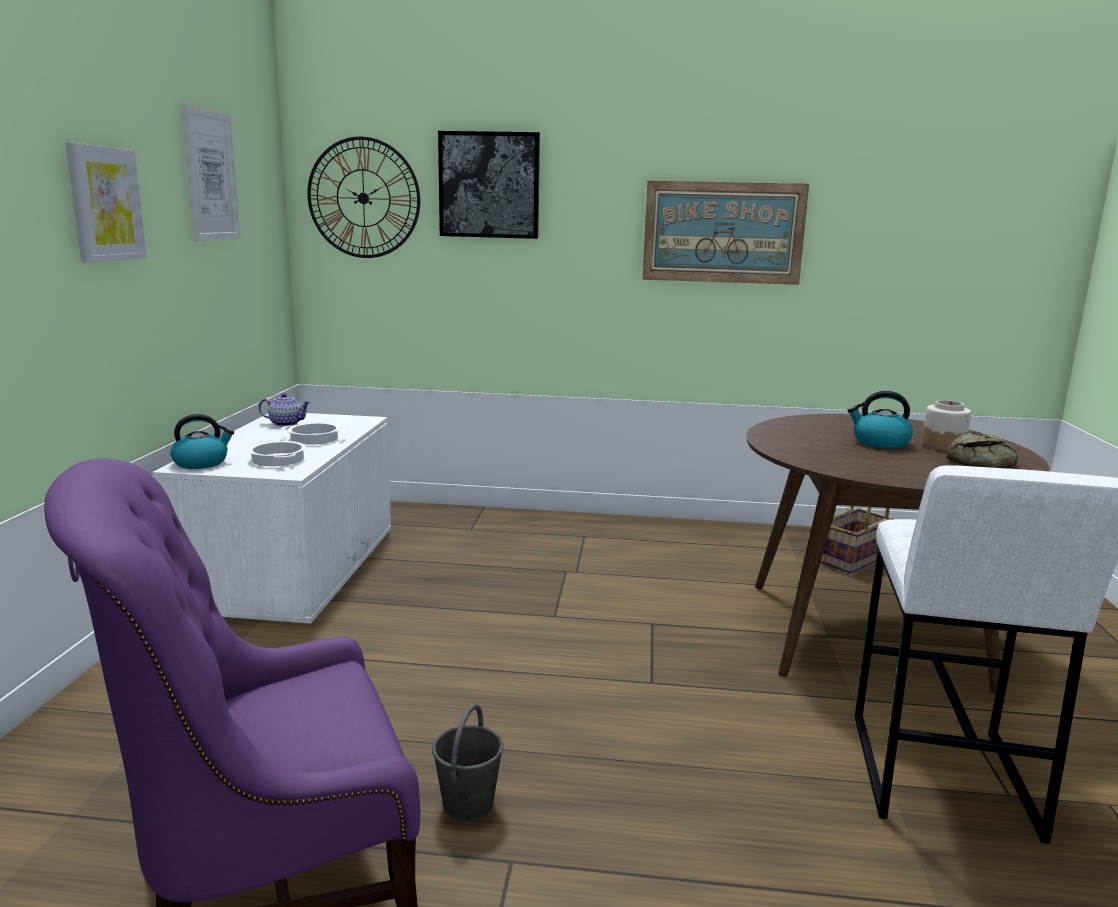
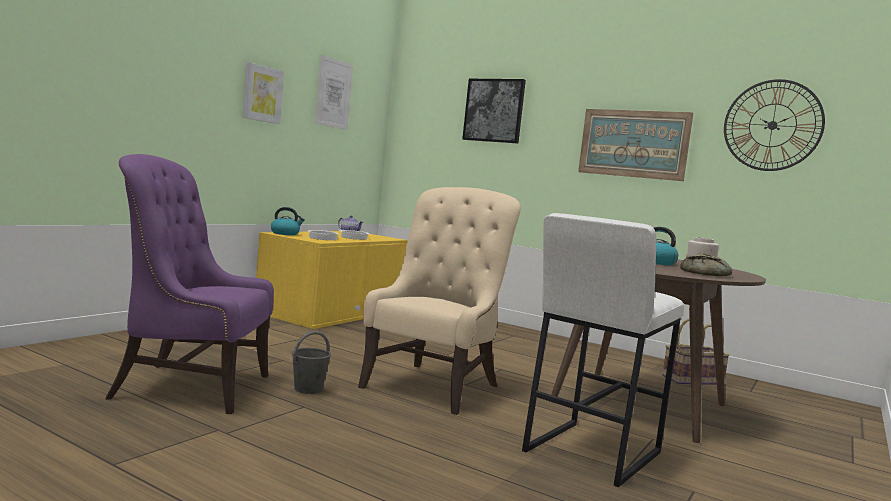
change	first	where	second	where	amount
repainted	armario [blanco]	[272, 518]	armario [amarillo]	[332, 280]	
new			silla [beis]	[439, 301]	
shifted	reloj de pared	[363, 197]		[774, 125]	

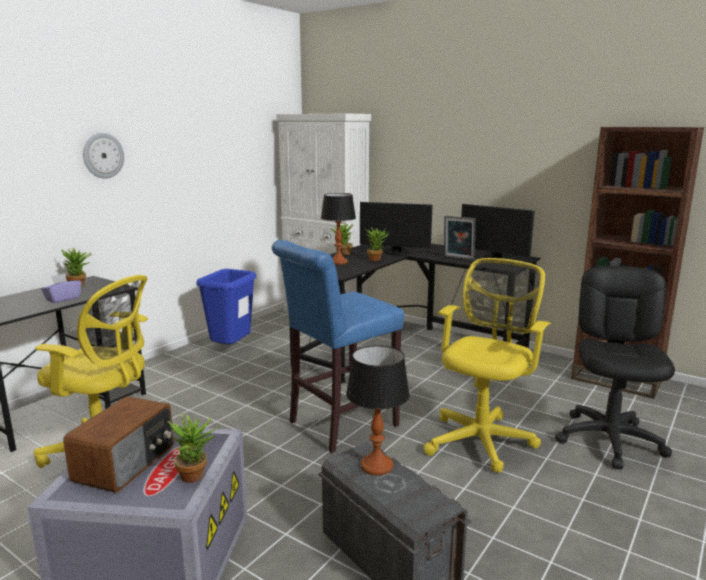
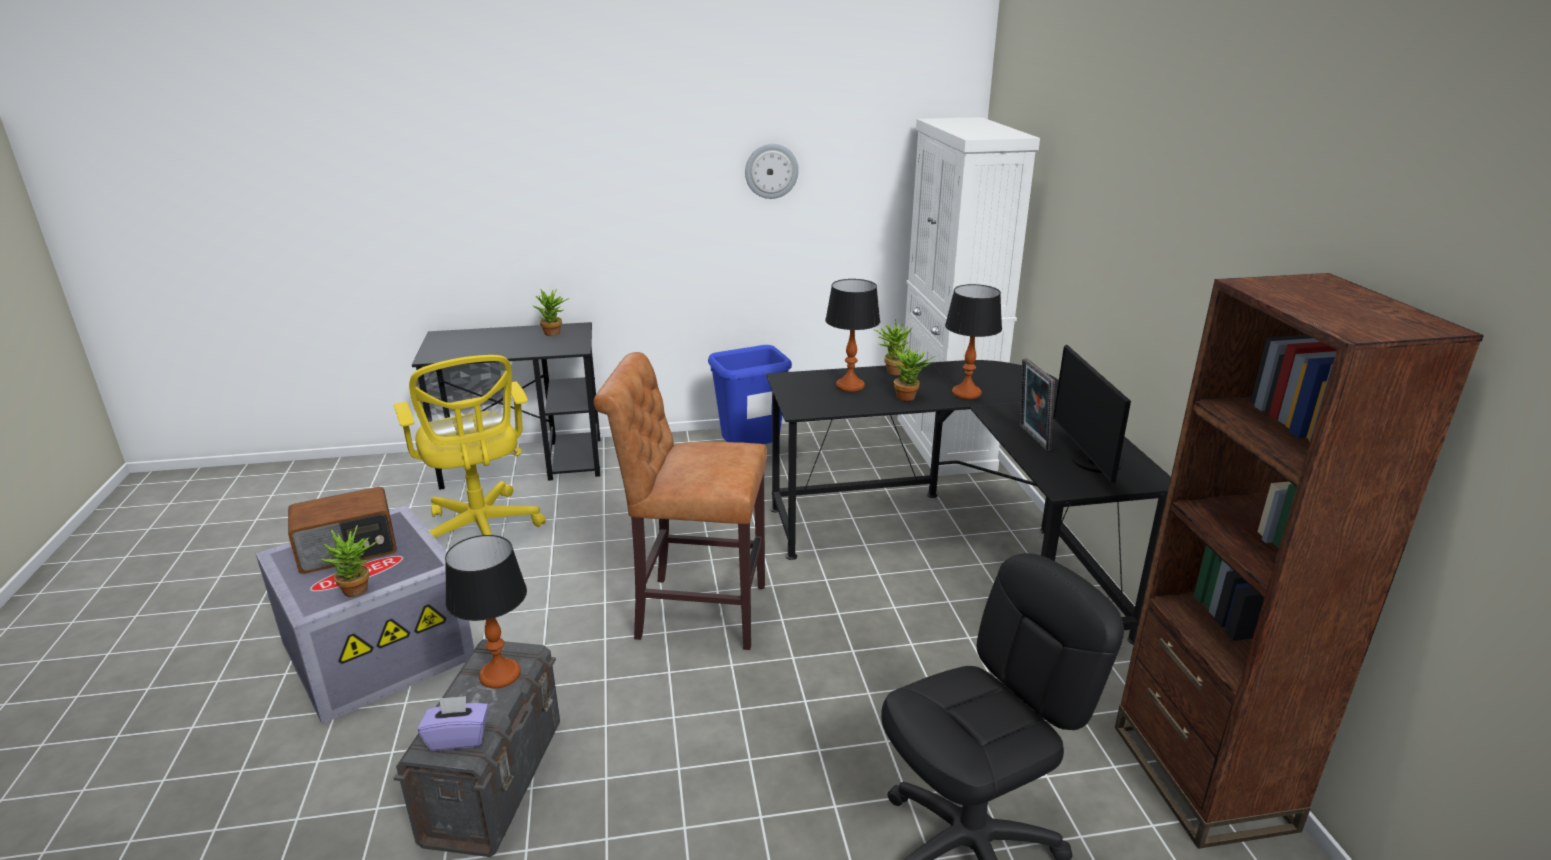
change	first	where	second	where	amount
shifted	caja de pañuelos [morado]	[61, 288]		[453, 723]	
repainted	taburete [azul]	[338, 346]	taburete [marrón]	[680, 501]	
shifted	reloj de pared	[103, 155]		[772, 171]	
swapped	monitor	[396, 228]	lámpara de mesa	[973, 341]	
gone	silla de oficina [amarillo]	[487, 365]			

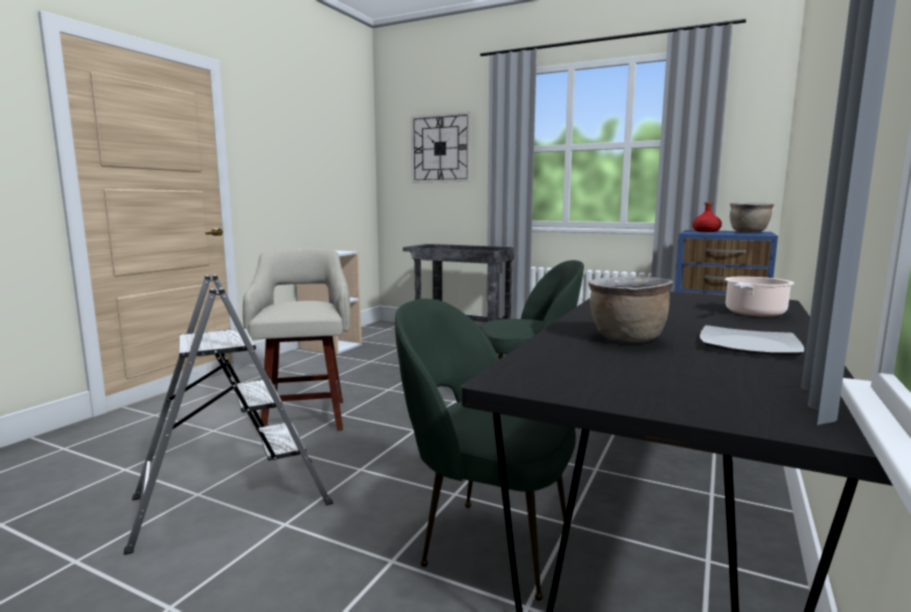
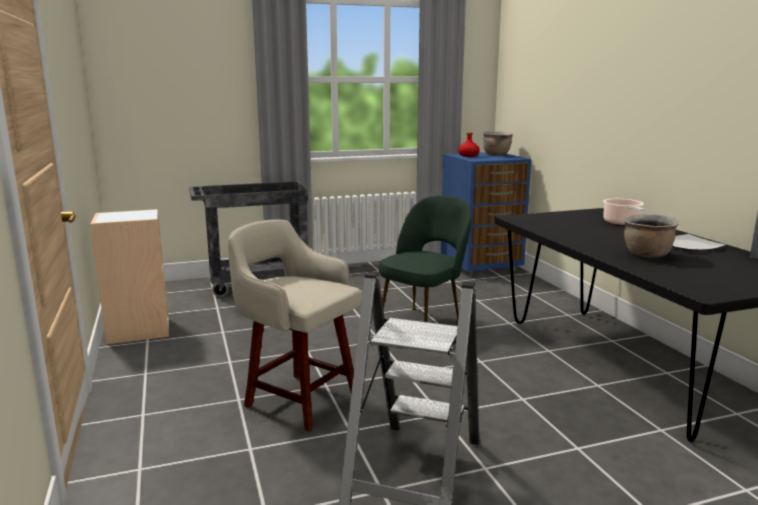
change	first	where	second	where	amount
gone	silla [verde]	[485, 450]			
gone	reloj de pared	[441, 147]			

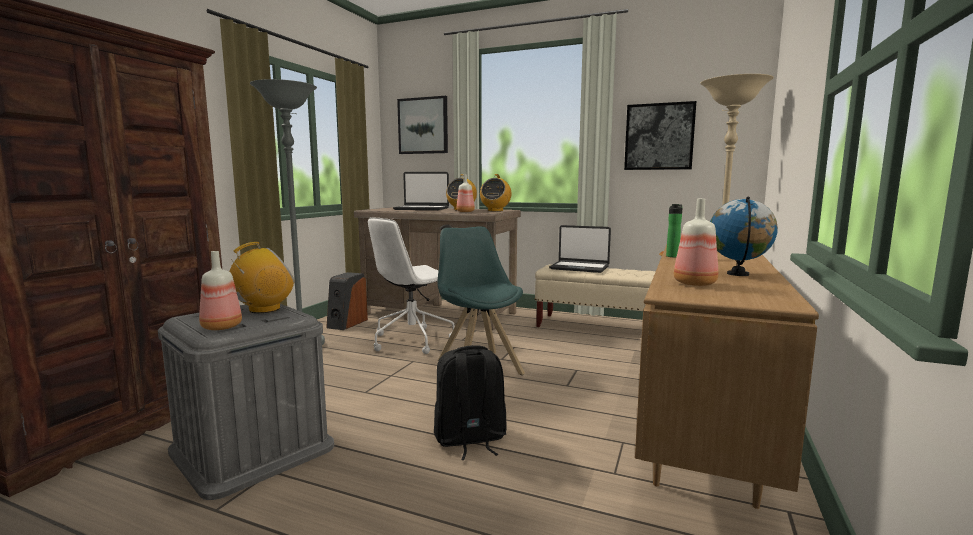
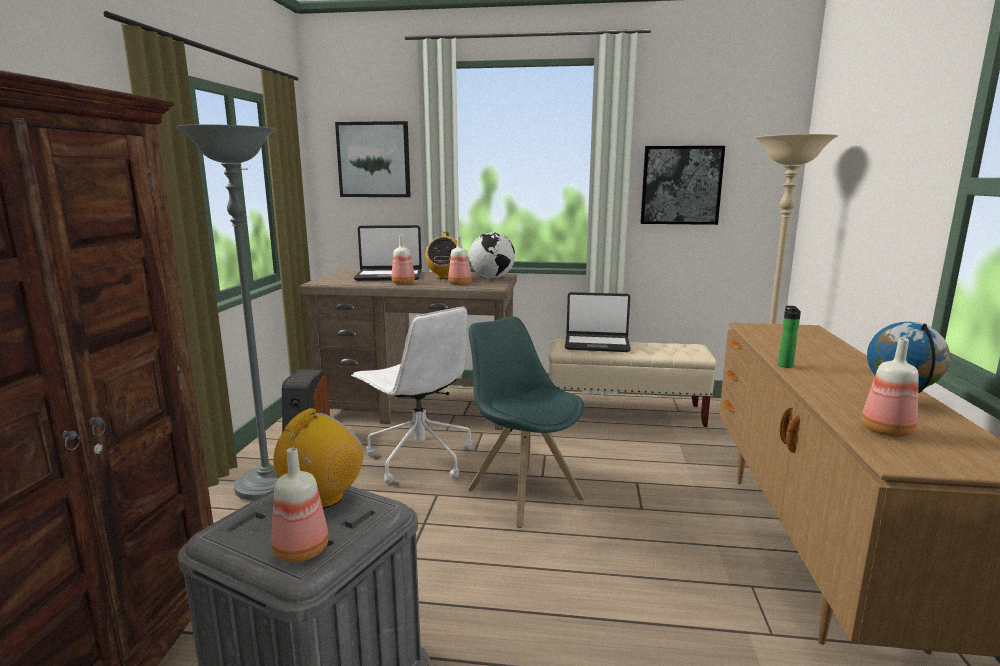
change	first	where	second	where	amount
rotated	silla de oficina [blanco]	[411, 285]		[411, 395]	75 degrees counterclockwise
new			botella	[403, 260]	
swapped	radio	[496, 193]	globo terráqueo	[492, 255]	
gone	mochila [negro]	[470, 402]			

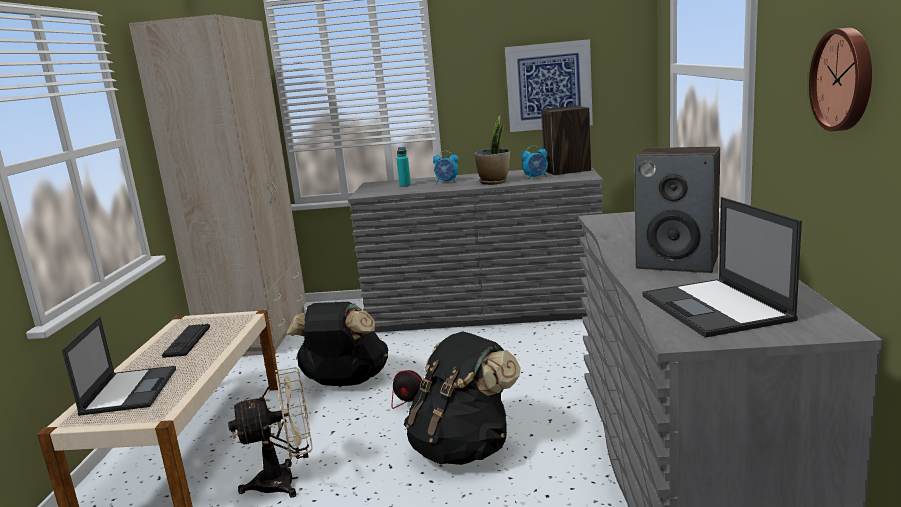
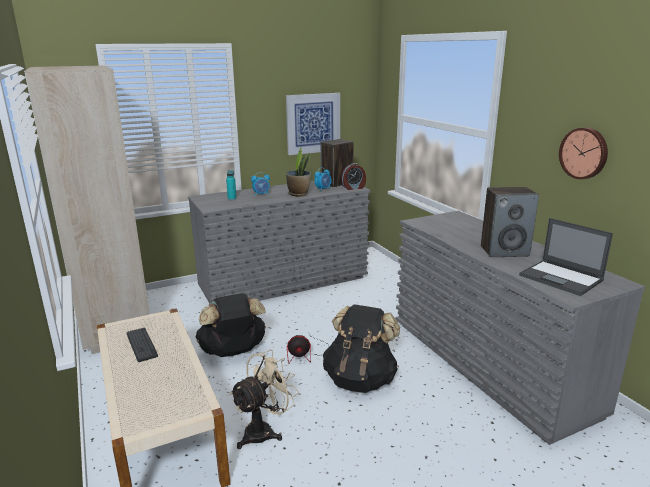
change	first	where	second	where	amount
new			despertador	[353, 176]	
gone	portátil	[119, 366]			

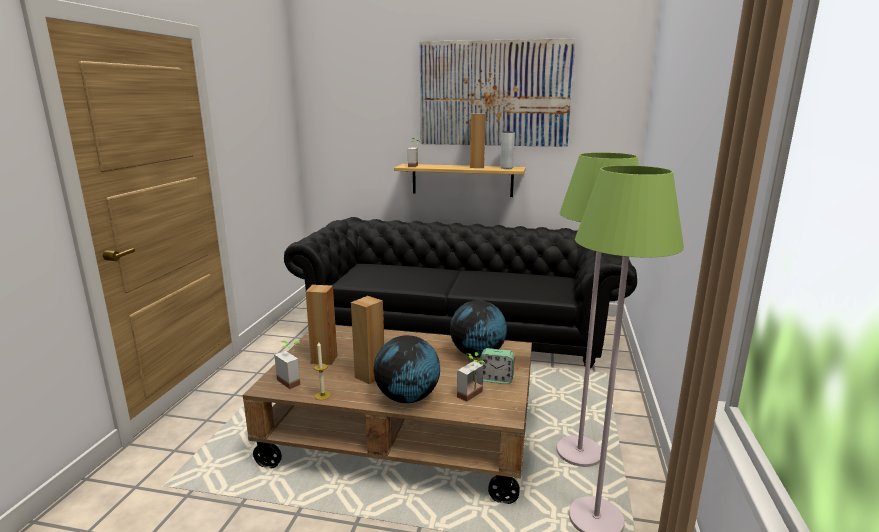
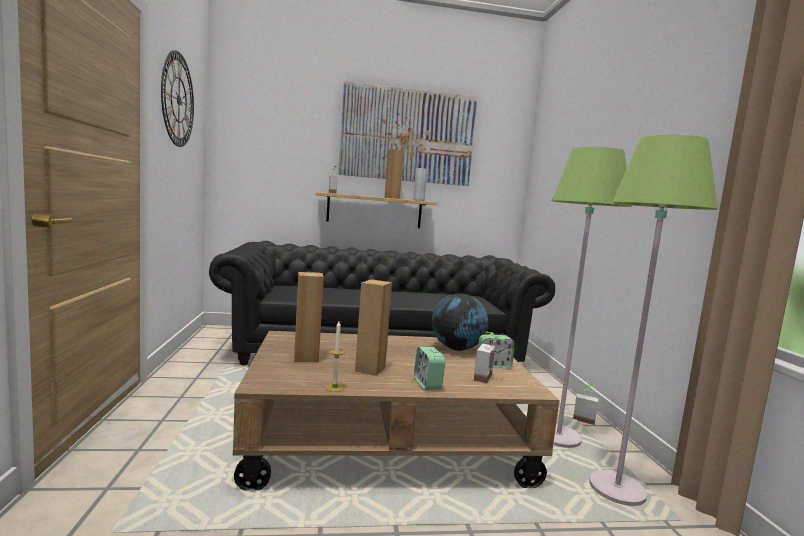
change	first	where	second	where	amount
new			reloj de pared	[177, 98]	
swapped	globo terráqueo	[407, 369]	despertador	[429, 368]	
shifted	planta en maceta	[287, 365]		[585, 405]	

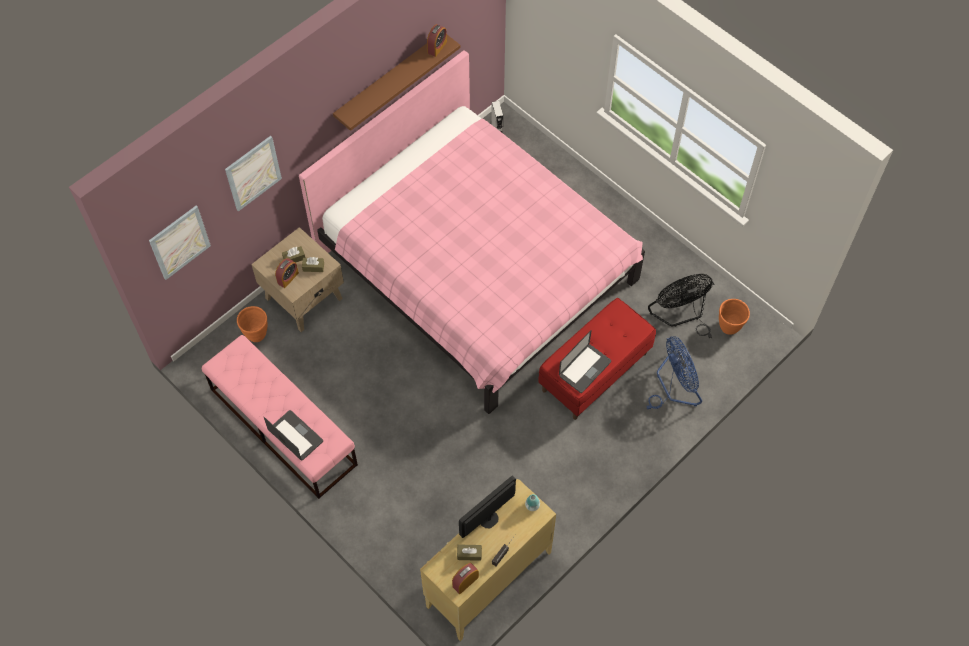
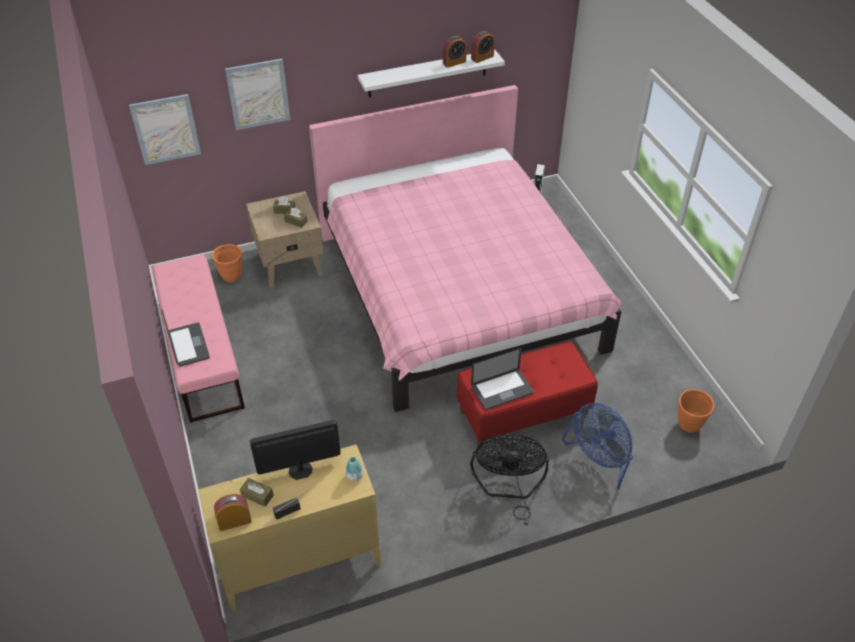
change	first	where	second	where	amount
repainted	estante [marrón]	[396, 83]	estante [blanco]	[431, 73]	
shifted	despertador	[287, 273]		[455, 52]	
shifted	ventilador [negro]	[681, 306]		[509, 479]	
rotated	ventilador [azul]	[674, 372]		[597, 446]	135 degrees clockwise

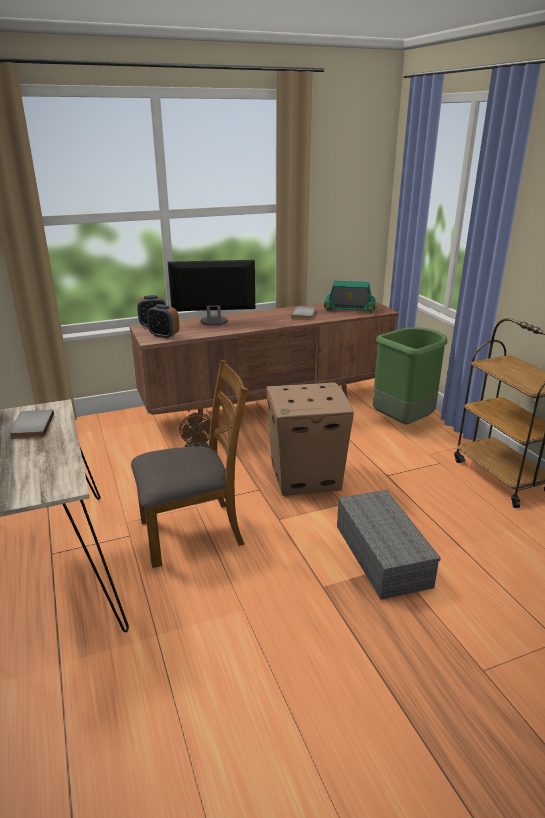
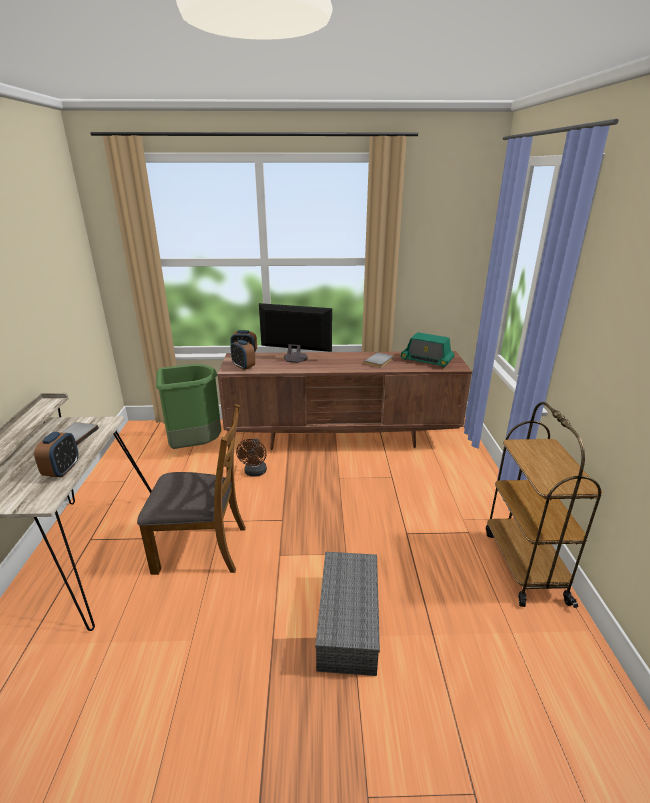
change	first	where	second	where	amount
new			despertador	[56, 454]	
shifted	papelera [verde]	[410, 376]		[188, 406]	
gone	caja de cartón	[310, 439]			

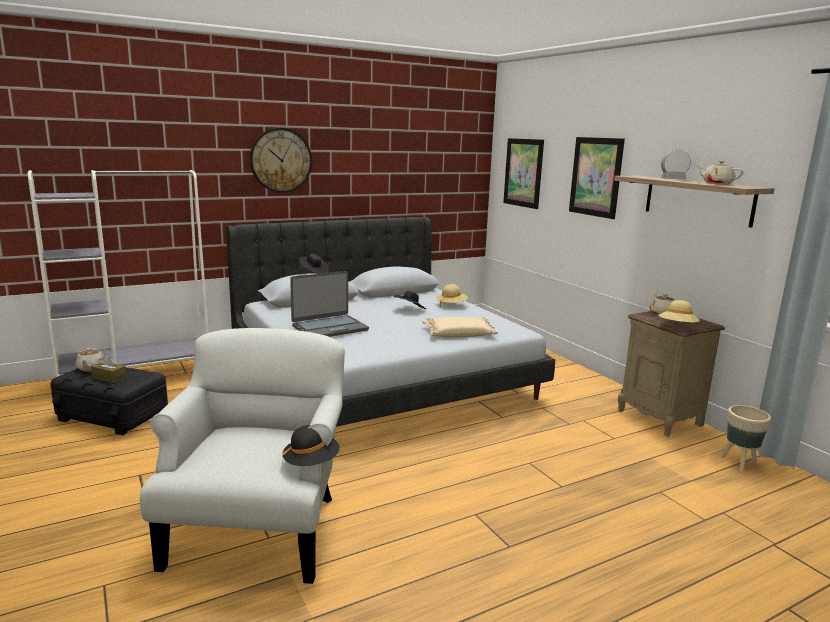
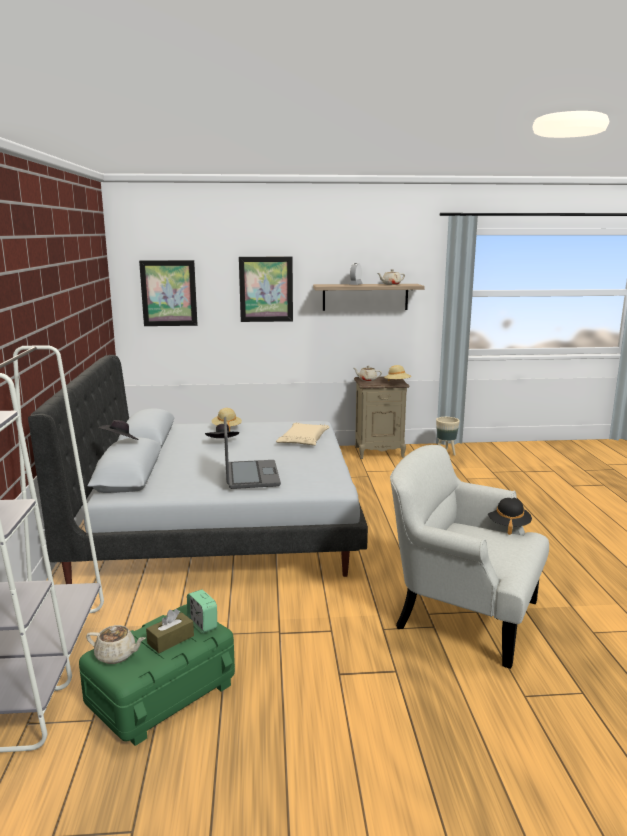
change	first	where	second	where	amount
repainted	caja de almacenaje [negro]	[109, 401]	caja de almacenaje [verde]	[157, 675]	
new			despertador	[202, 611]	
gone	reloj de pared	[281, 160]			

